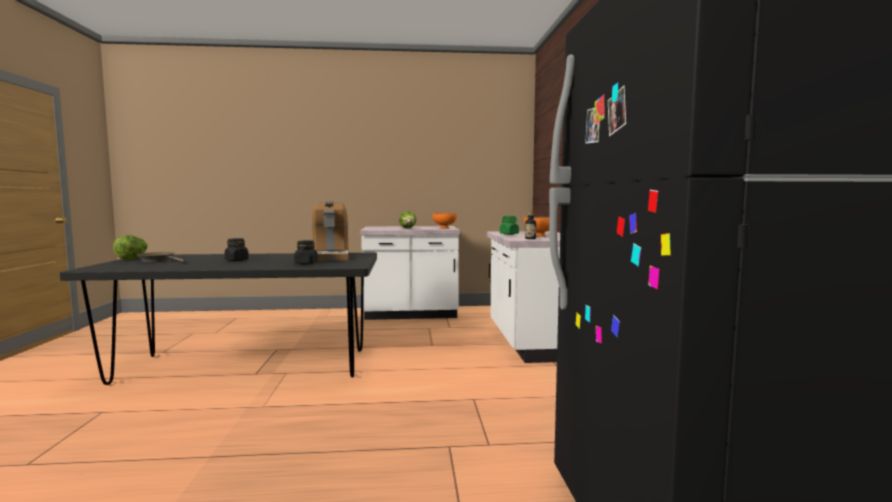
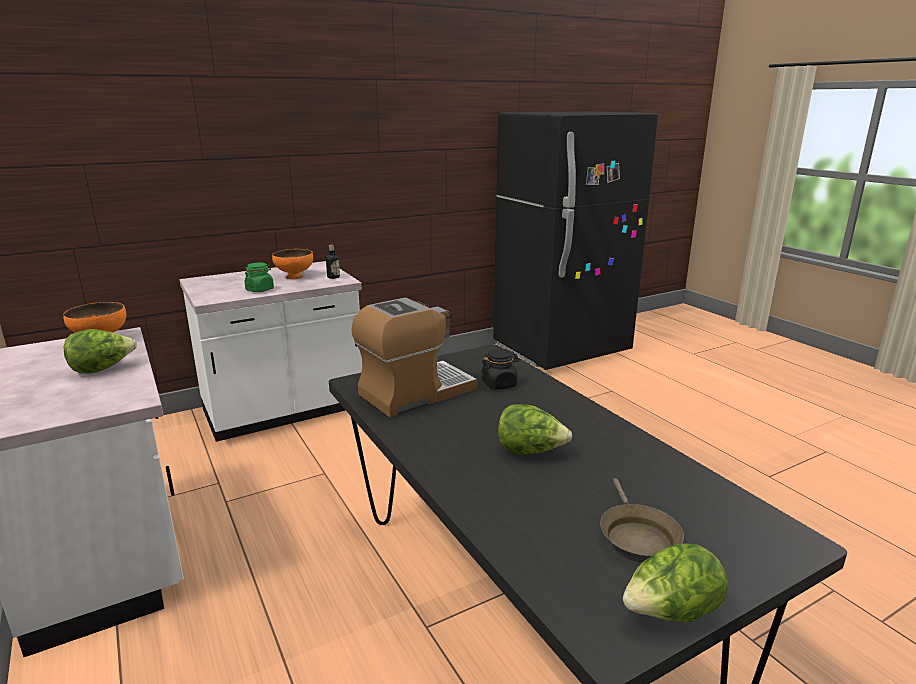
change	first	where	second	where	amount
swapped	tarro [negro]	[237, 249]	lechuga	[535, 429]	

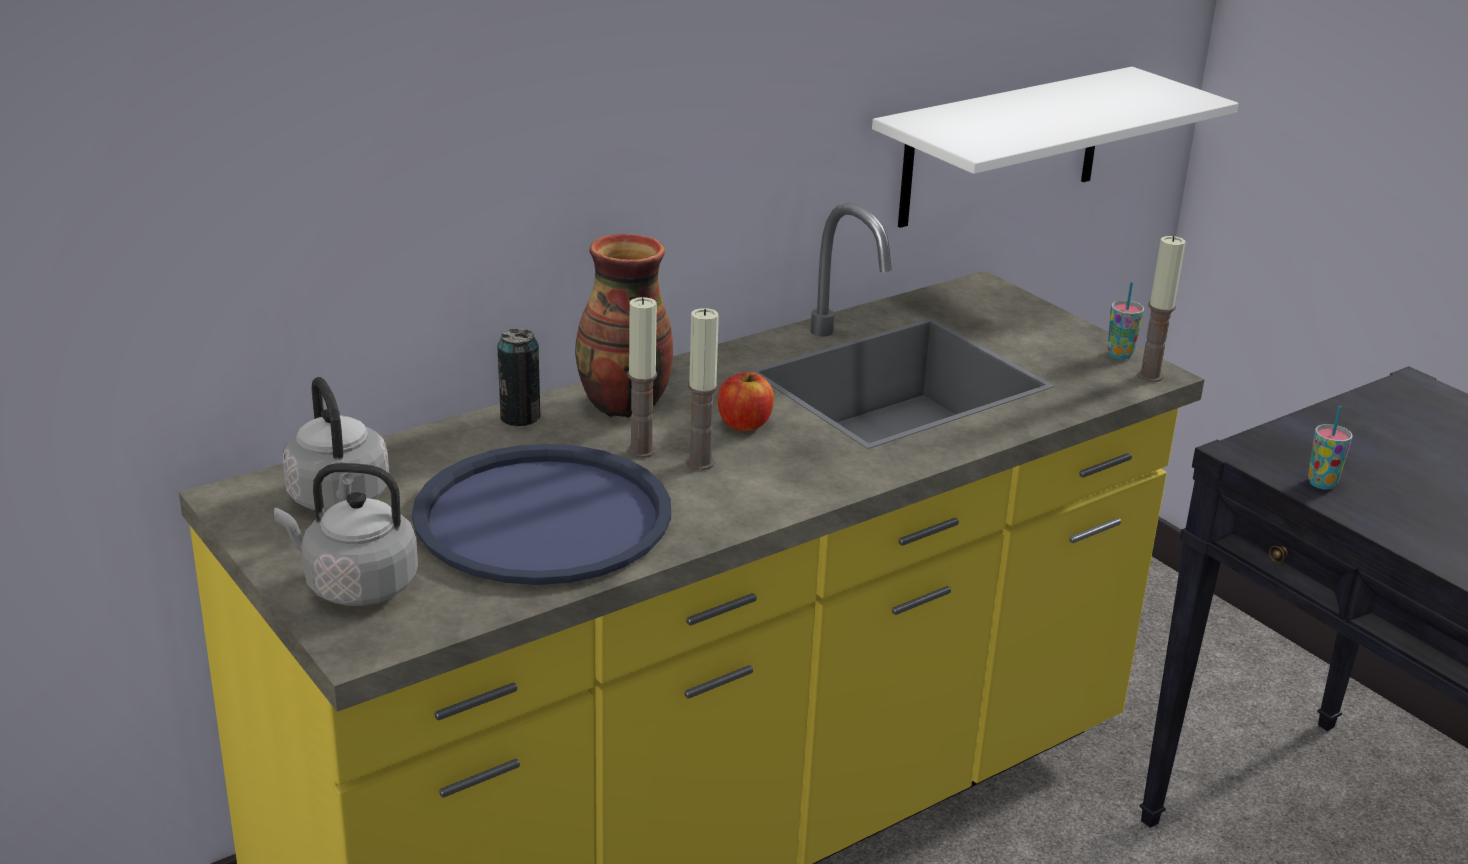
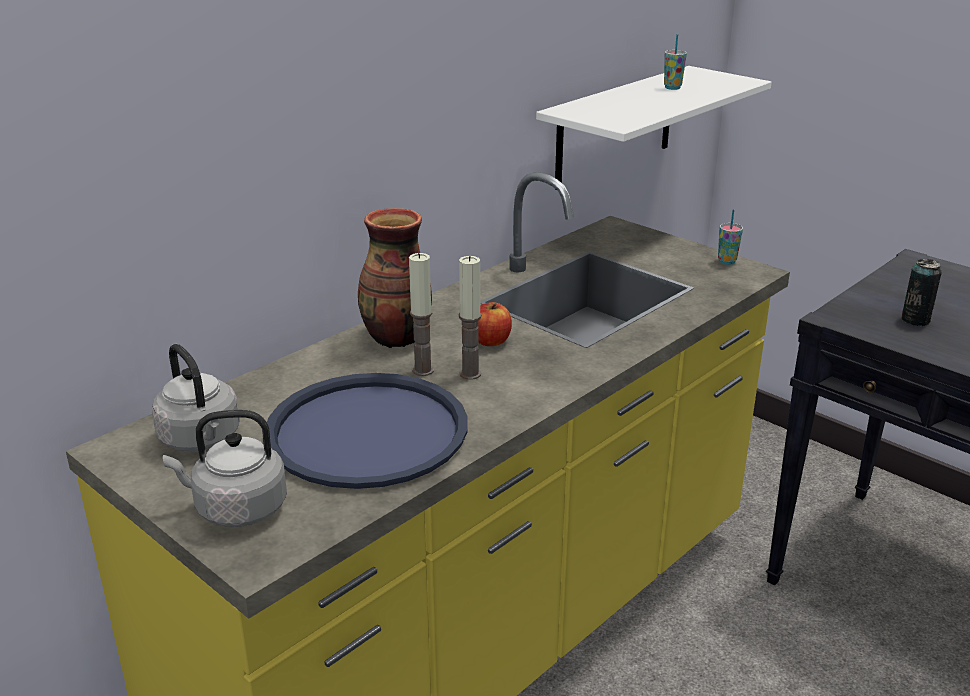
change	first	where	second	where	amount
shifted	taza	[1330, 447]		[675, 62]	
shifted	lata	[519, 378]		[922, 292]	
gone	vela	[1161, 308]			

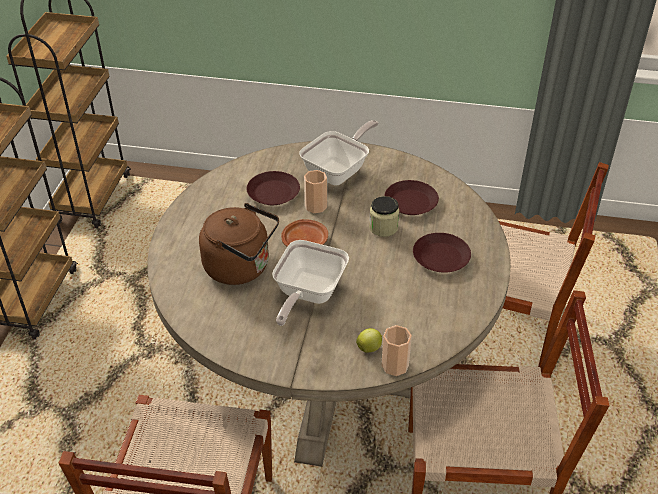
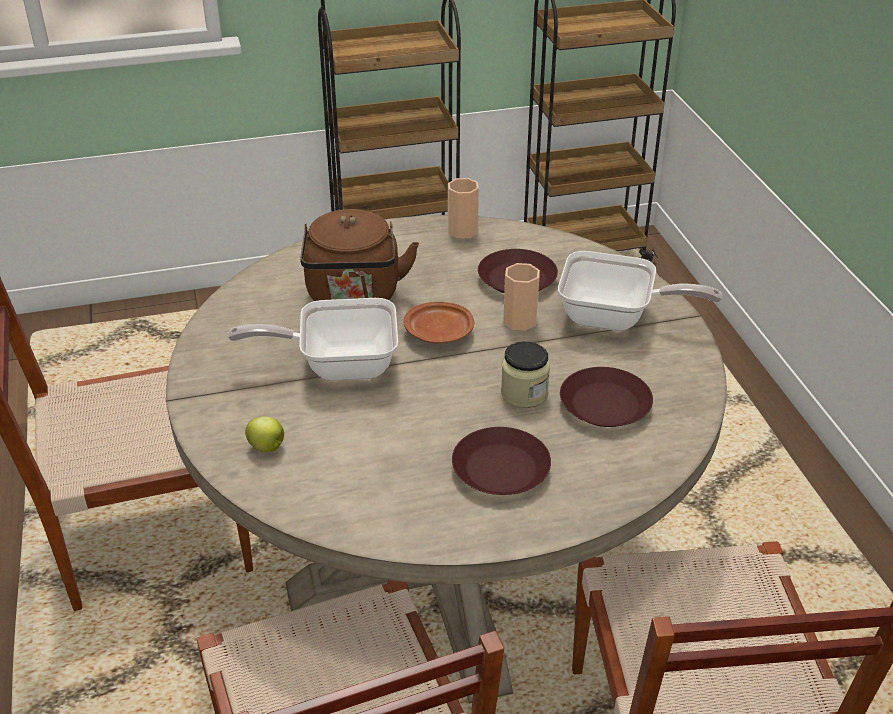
change	first	where	second	where	amount
shifted	taza	[396, 350]		[463, 208]	

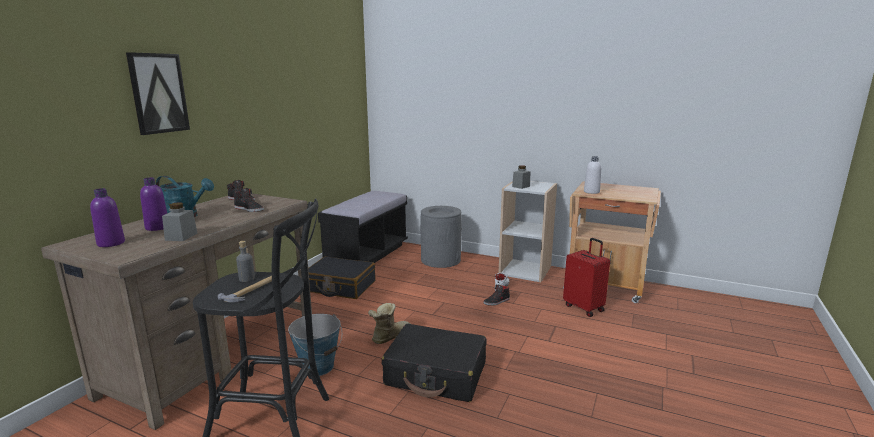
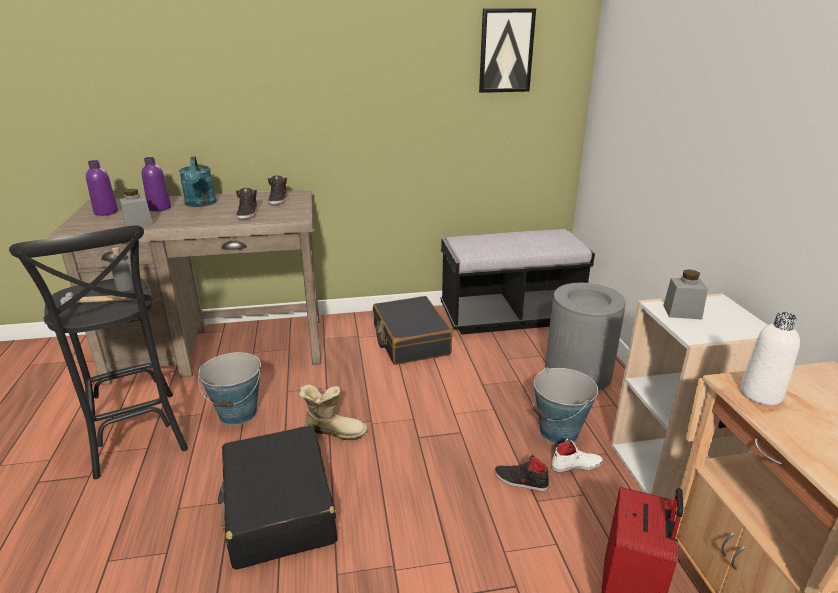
change	first	where	second	where	amount
shifted	cuadro	[158, 93]		[507, 50]	
new			cubo	[564, 405]	

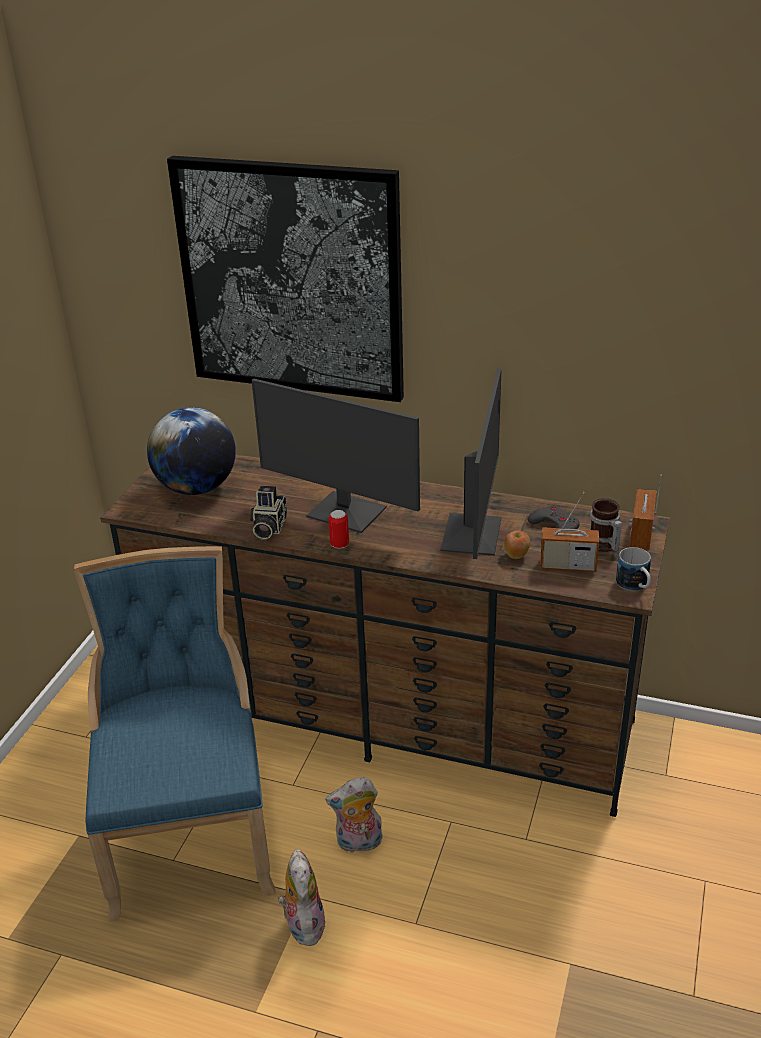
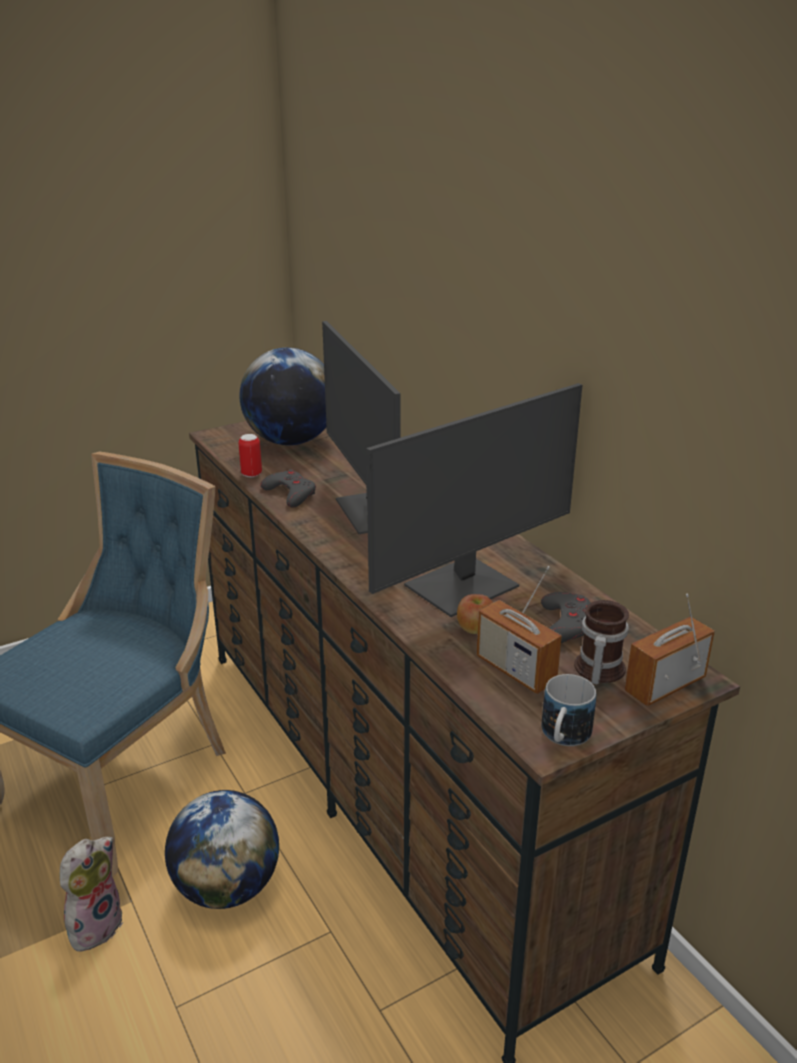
change	first	where	second	where	amount
swapped	peluche	[354, 815]	globo terráqueo	[222, 849]	
shifted	lata	[339, 529]		[250, 456]	
swapped	cámara	[268, 512]	mando de consola [gris]	[288, 488]	
gone	cuadro	[285, 279]			

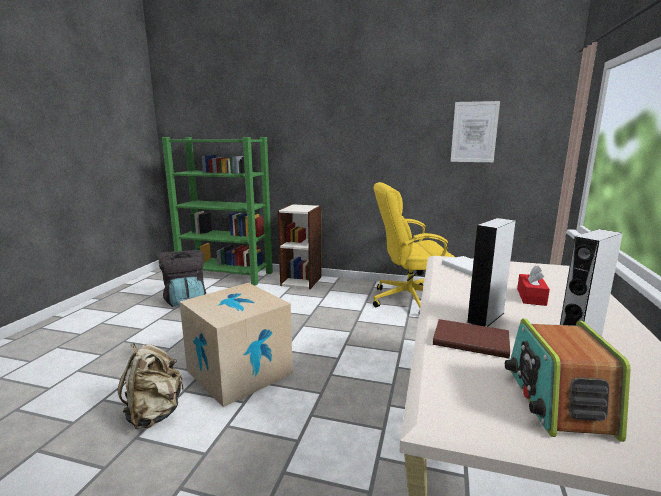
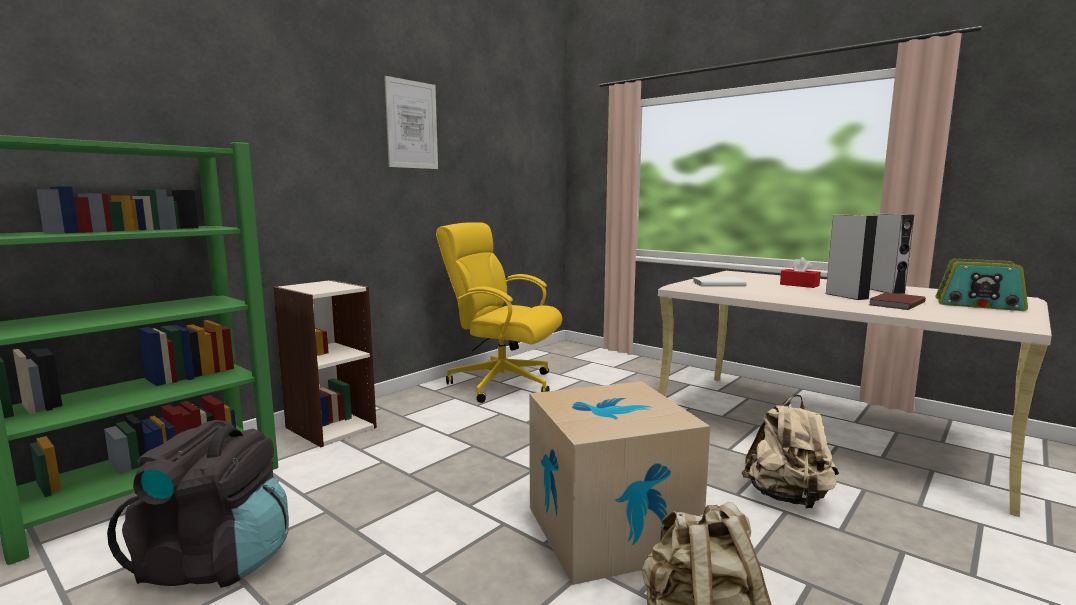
change	first	where	second	where	amount
shifted	cuadro	[475, 131]		[411, 122]	
rotated	silla de oficina [amarillo]	[414, 247]		[499, 312]	90 degrees clockwise
new			mochila [beis]	[790, 451]	

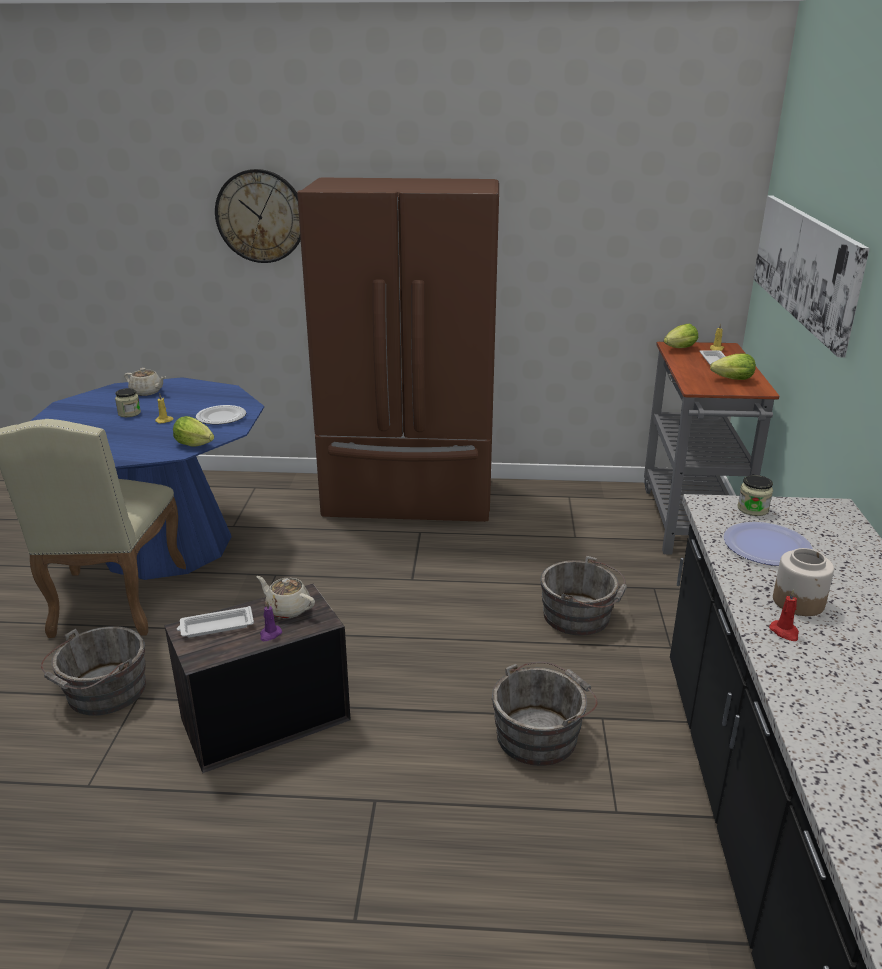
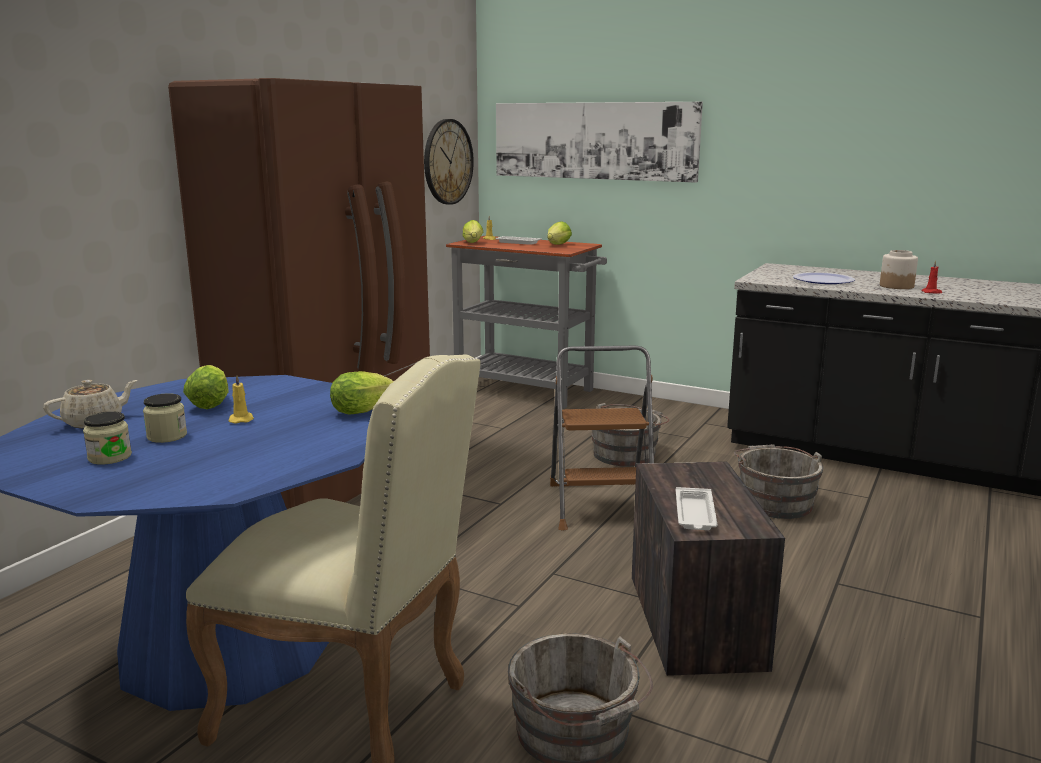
change	first	where	second	where	amount
shifted	tarro	[755, 495]		[107, 438]	
new			lechuga	[206, 387]	
shifted	reloj de pared	[258, 216]		[449, 162]	
new			escalera de tijera [marrón]	[602, 438]	
gone	plato	[221, 414]			
gone	tetera [beis]	[285, 597]			
gone	vela [morado]	[271, 621]			

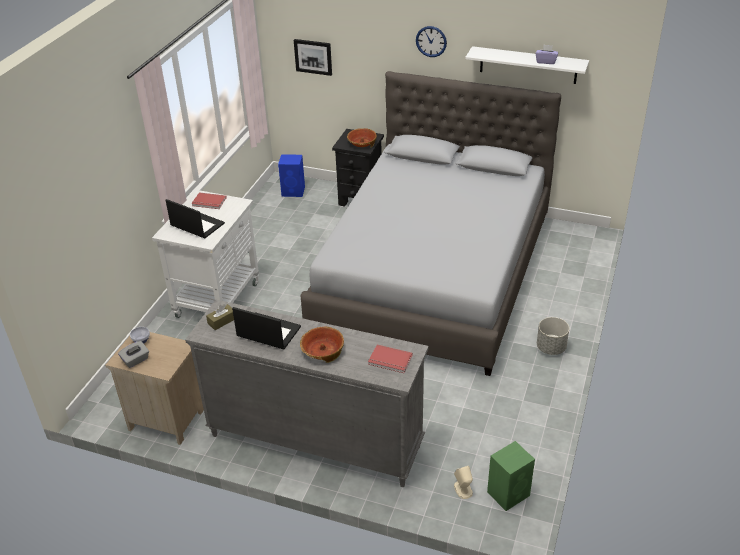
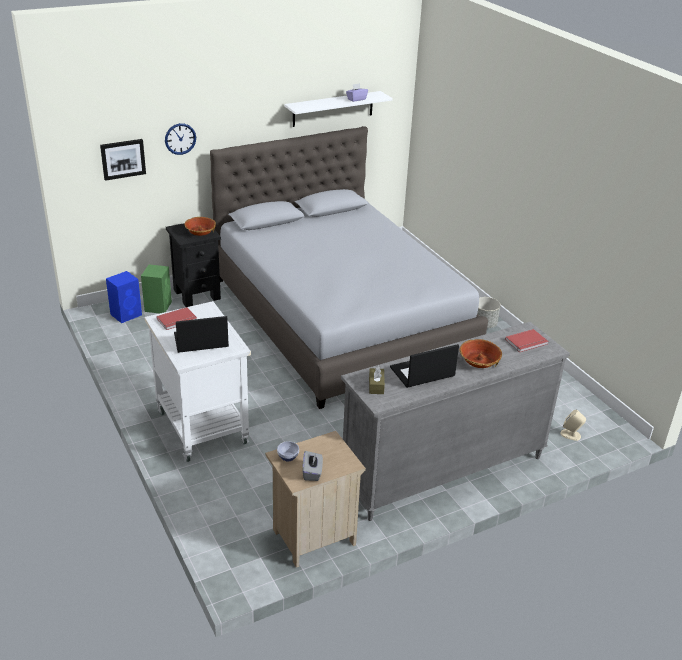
change	first	where	second	where	amount
shifted	altavoz [verde]	[511, 476]		[156, 288]	
shifted	reloj de pared	[431, 41]		[180, 139]	

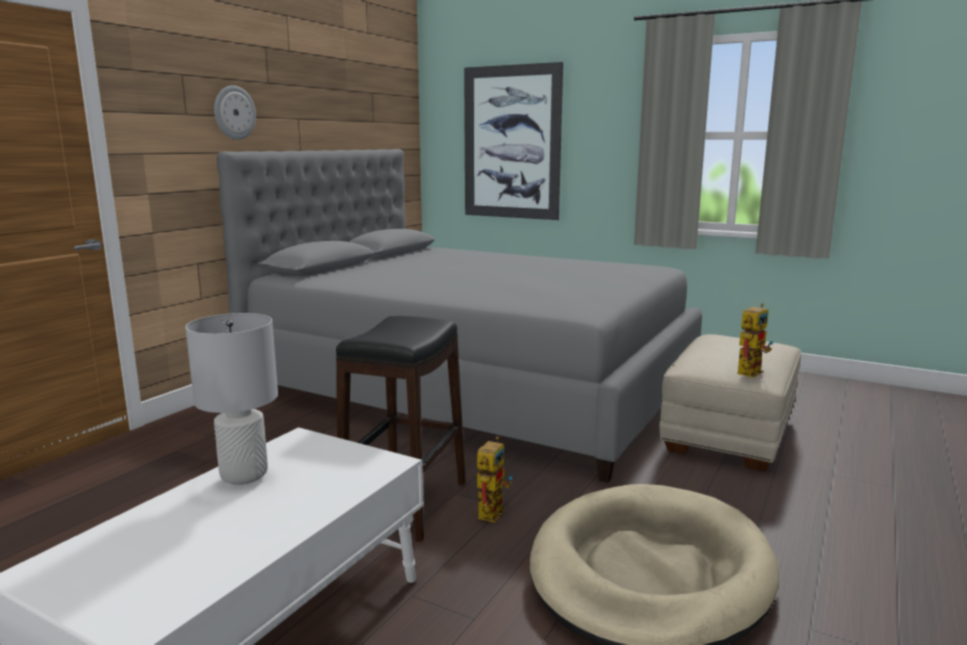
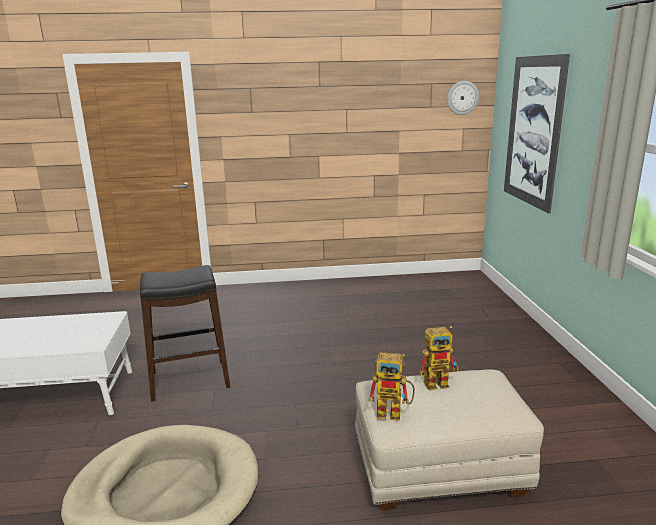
change	first	where	second	where	amount
shifted	robot de juguete	[494, 479]		[439, 358]	
shifted	reloj de pared	[235, 112]		[463, 98]	
gone	lámpara de mesa [gris]	[231, 399]			
gone	cama [gris]	[459, 316]			

